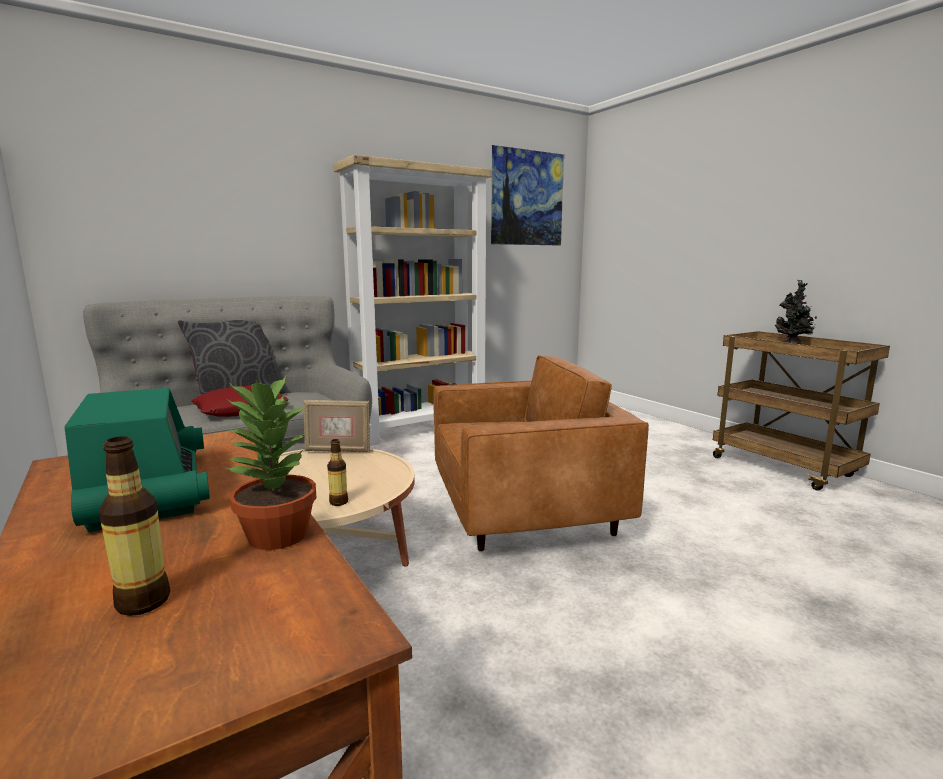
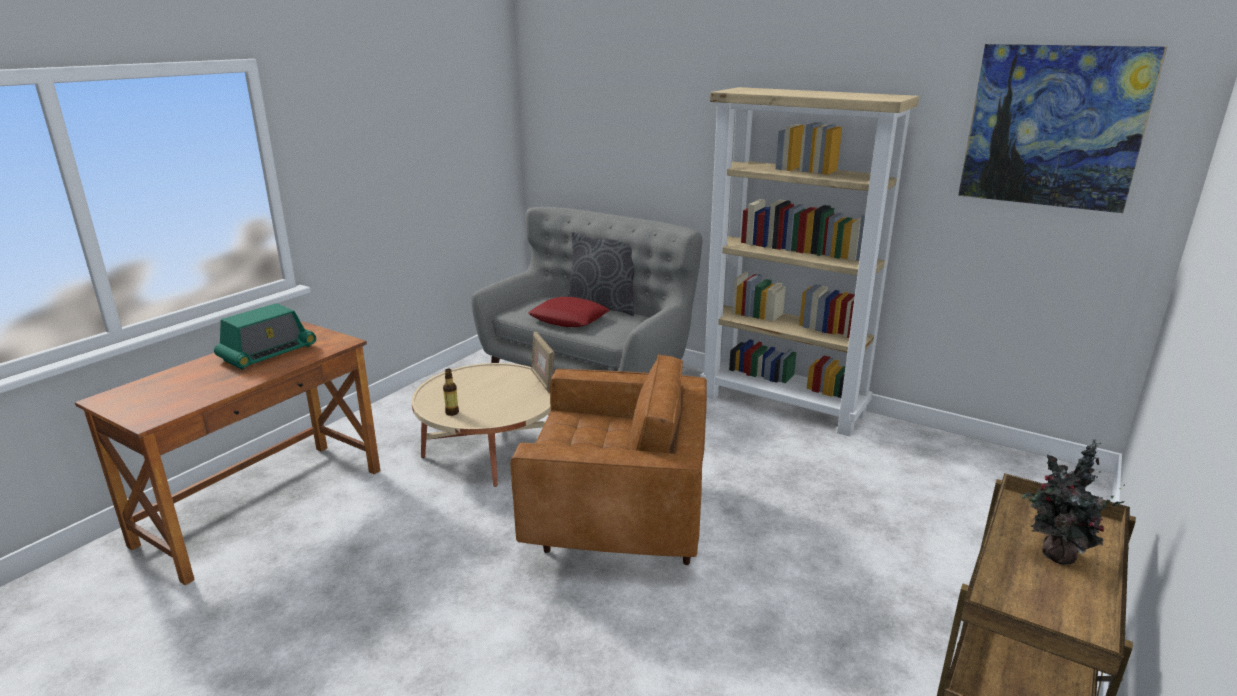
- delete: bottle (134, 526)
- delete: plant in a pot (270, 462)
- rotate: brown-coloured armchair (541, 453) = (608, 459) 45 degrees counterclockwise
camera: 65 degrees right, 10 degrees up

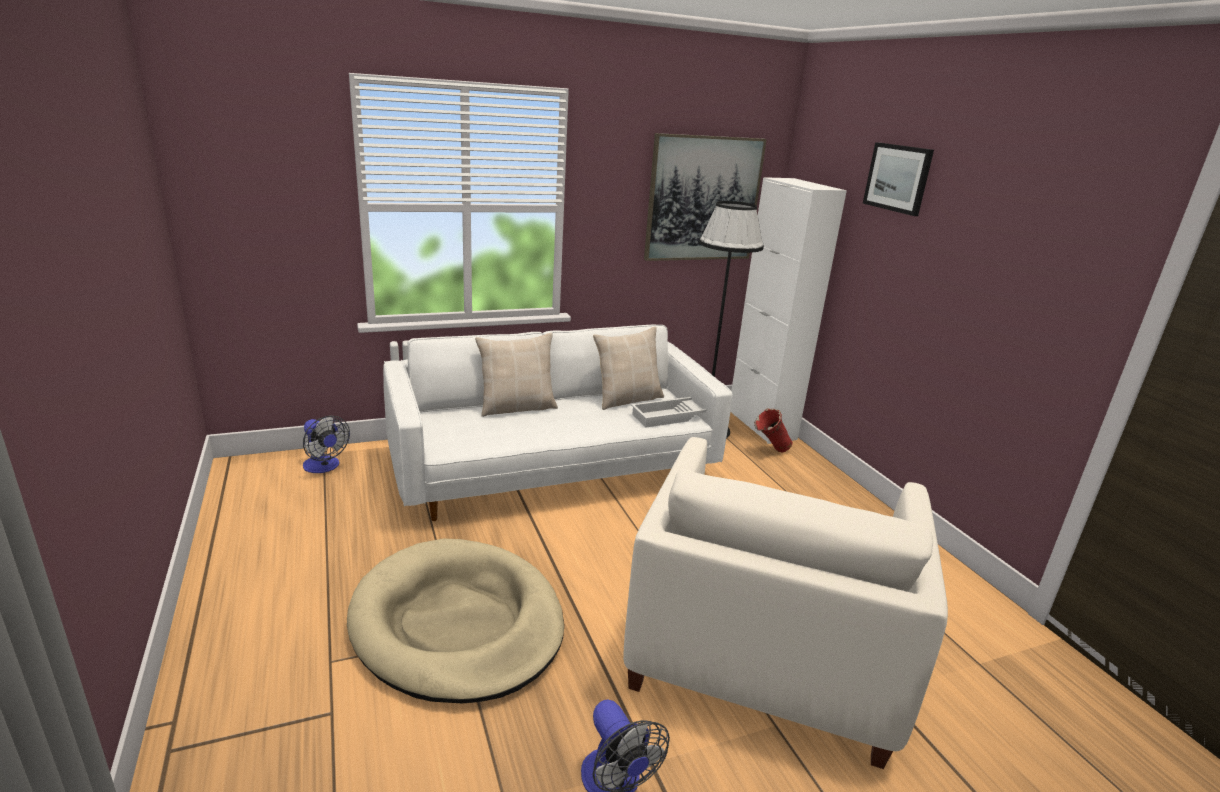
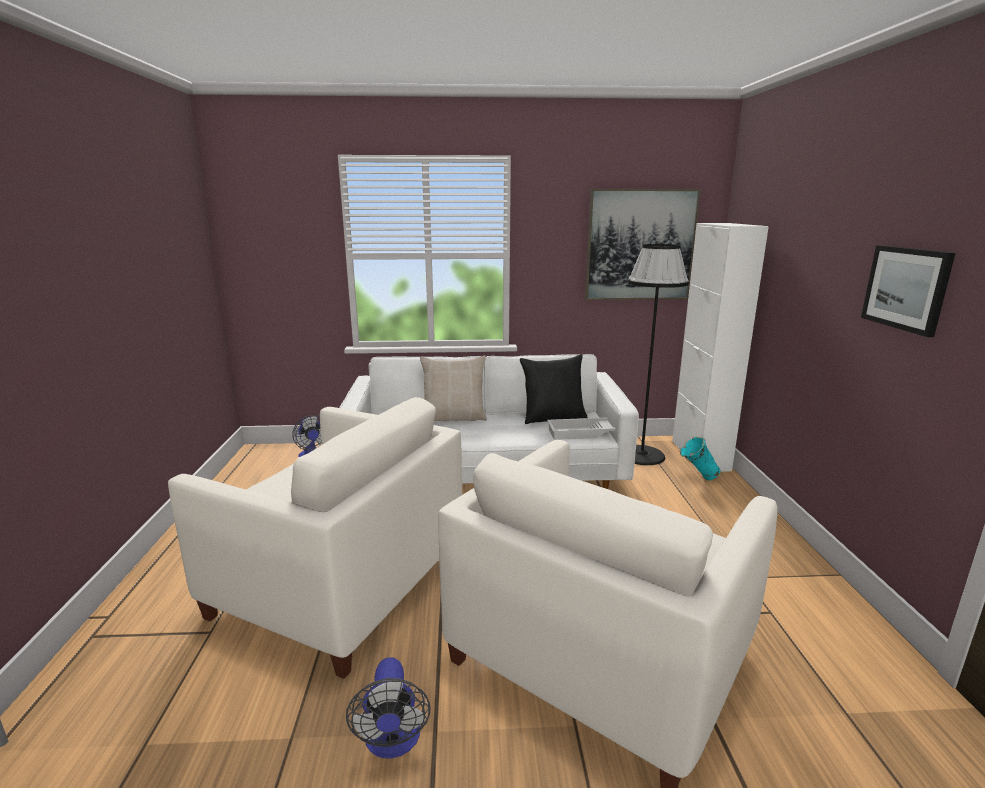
- replace: beige dog cushion (455, 621) to white-coloured armchair (315, 538)
- recolor: beige throw pillow (628, 368) to black-coloured throw pillow (554, 389)
- recolor: red decorative vase (773, 430) to turquoise decorative vase (700, 458)
- move: wall picture (898, 179) to (908, 291)
camera: 20 degrees right, 5 degrees down

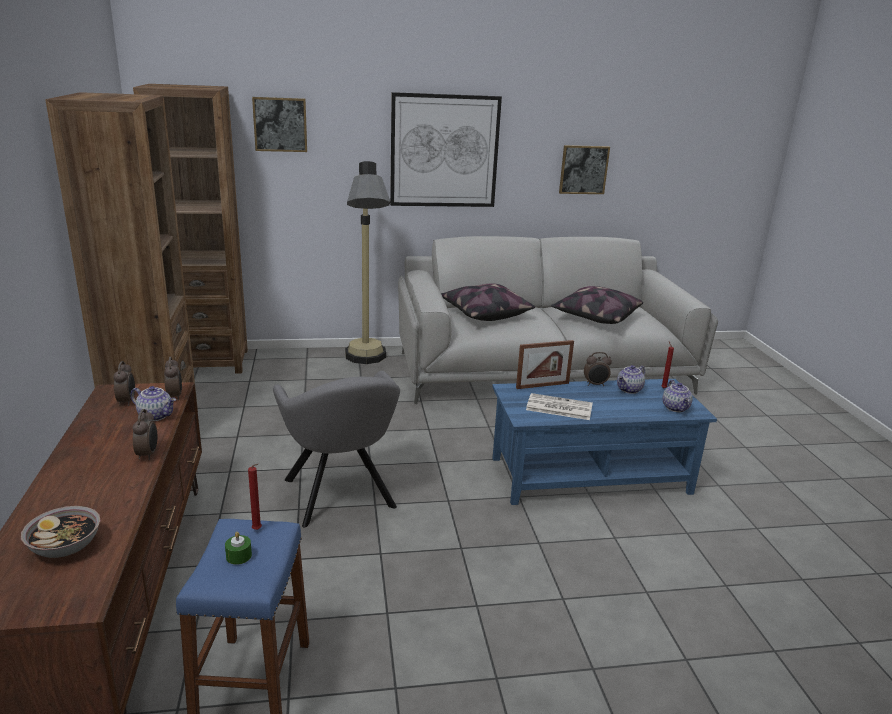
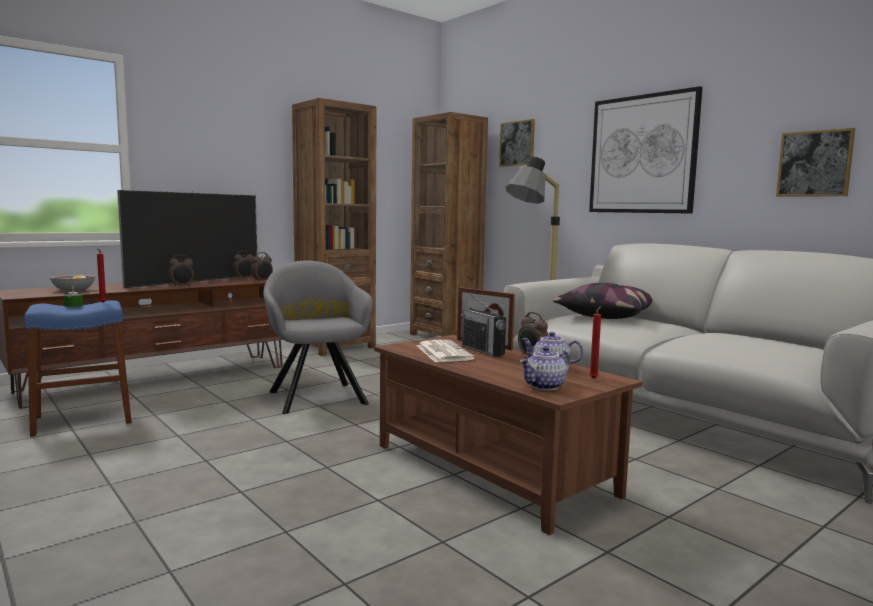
- delete: tea pot (153, 403)
- rotate: grey armchair (336, 449) = (318, 337) 120 degrees clockwise
- recolor: bluish low table (604, 442) to brown-coloured low table (508, 435)
- delete: throw pillow (597, 305)
- insert: TV (187, 239)
- insert: radio (483, 325)
camera: 60 degrees right, 15 degrees down

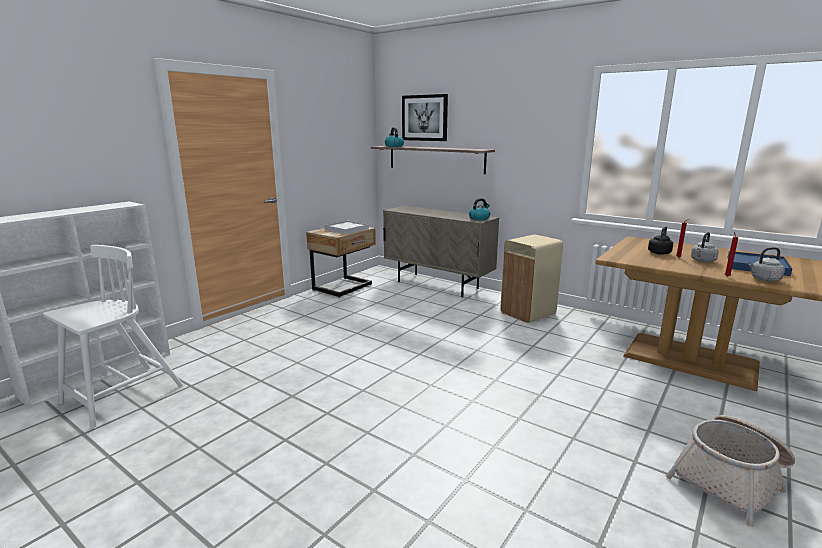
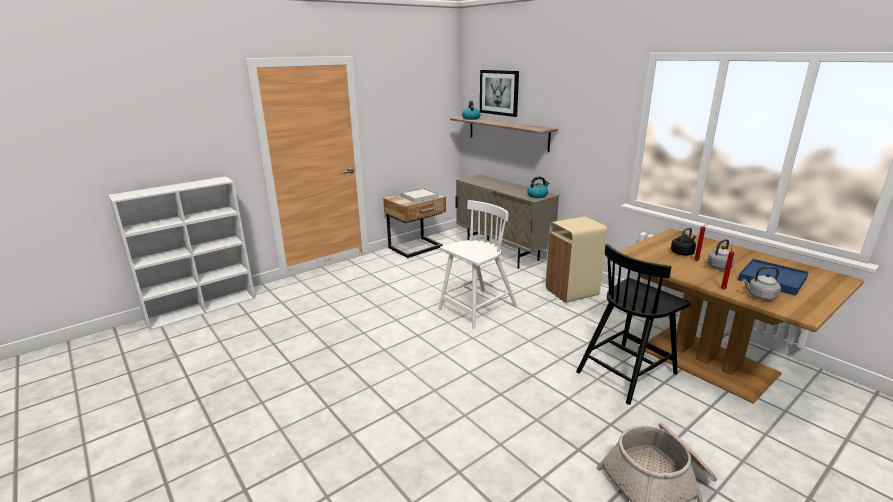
- move: white-coloured chair (113, 336) to (478, 264)
- insert: black-coloured chair (633, 324)
camera: 15 degrees right, 5 degrees up

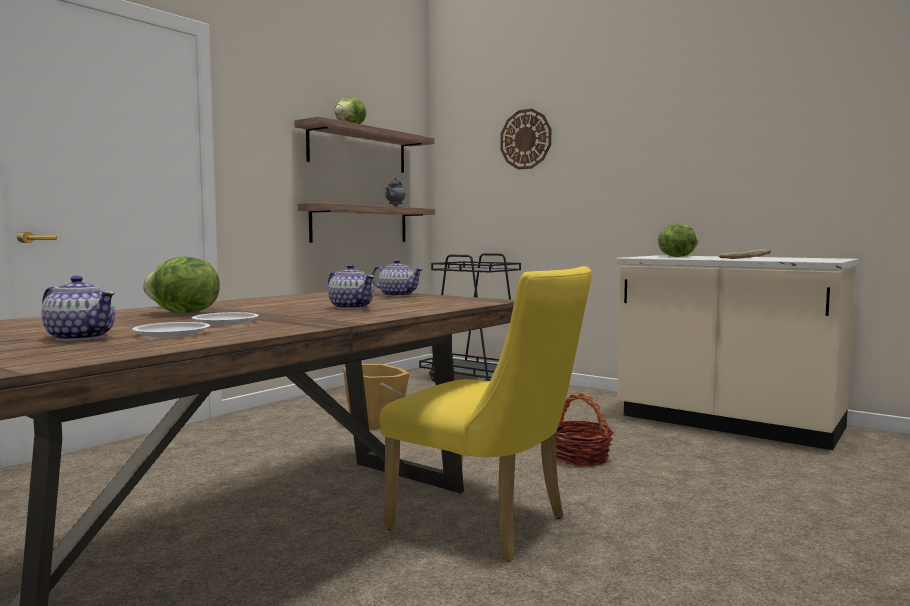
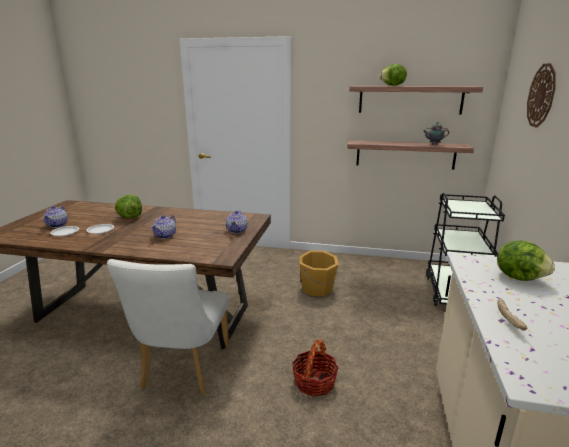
- recolor: yellow-coloured chair (486, 414) to white-coloured chair (168, 327)
camera: 65 degrees right, 15 degrees up

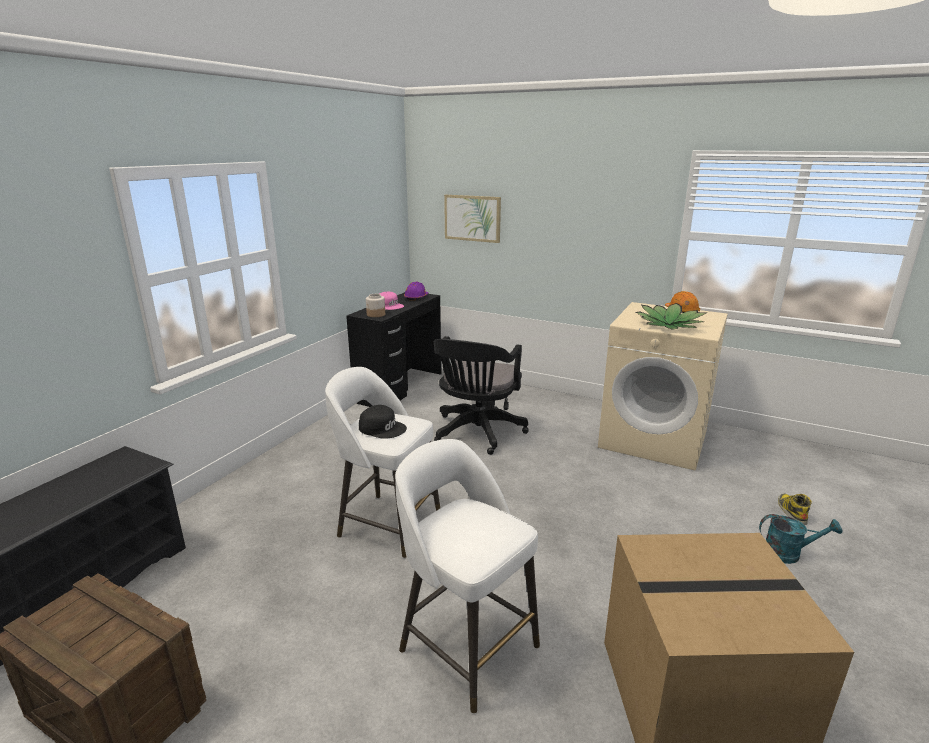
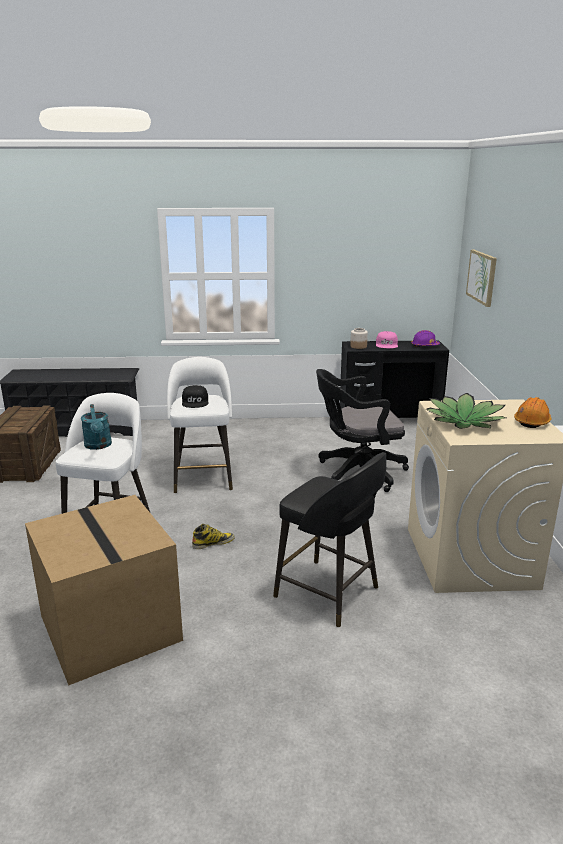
- move: turquoise watering pot (800, 539) to (96, 427)
- move: boot (795, 509) to (213, 536)
- insert: black-coloured sitting stool (329, 539)
camera: 60 degrees right, 0 degrees up

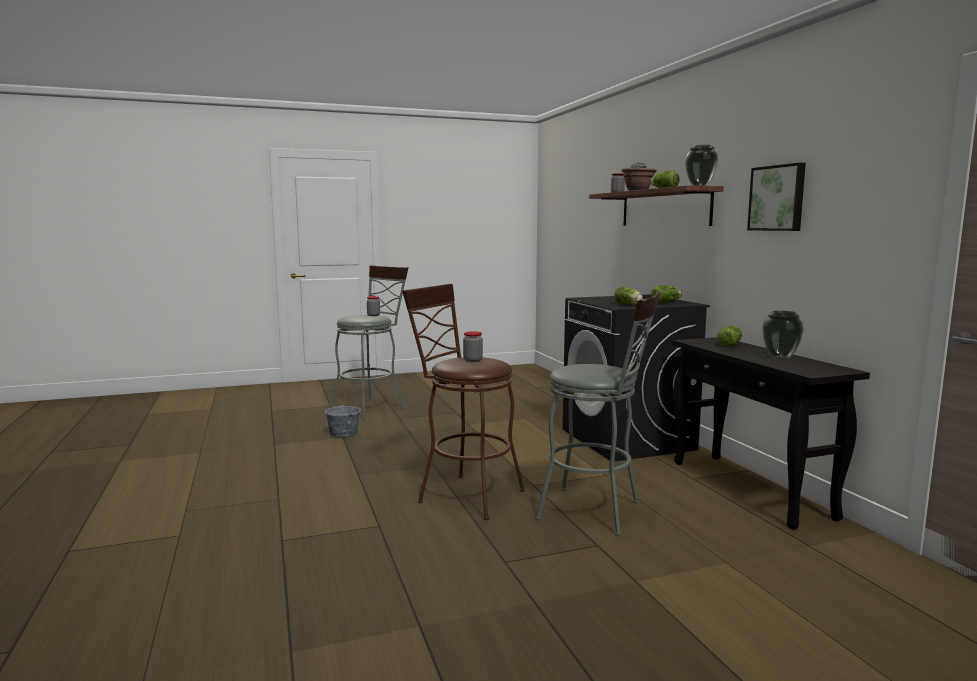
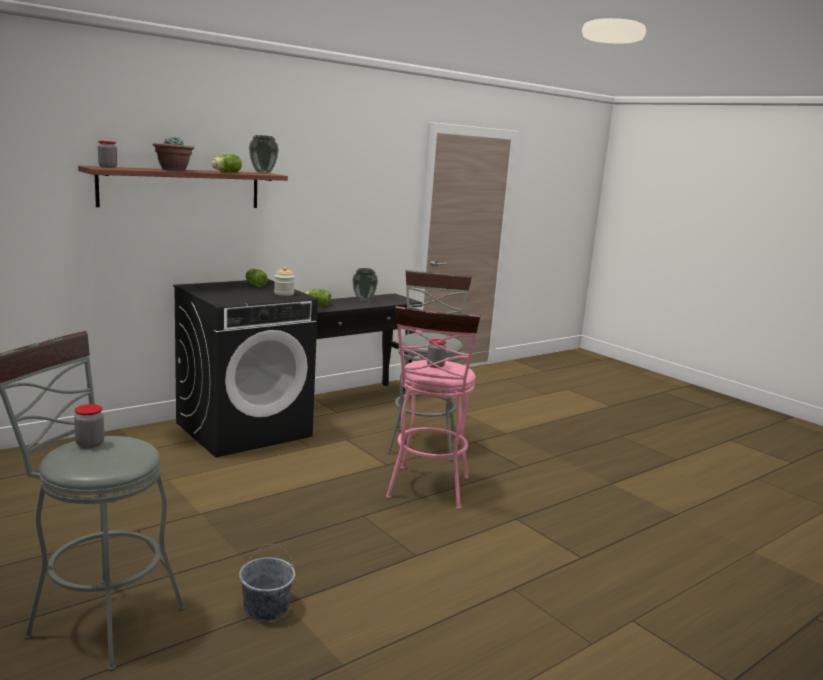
- recolor: brown-coloured sitting stool (463, 402) to pink-coloured sitting stool (433, 407)
- replace: head of lettuce (628, 296) to preserve jar (284, 281)
- delete: wall picture (776, 197)
camera: 110 degrees left, 5 degrees up

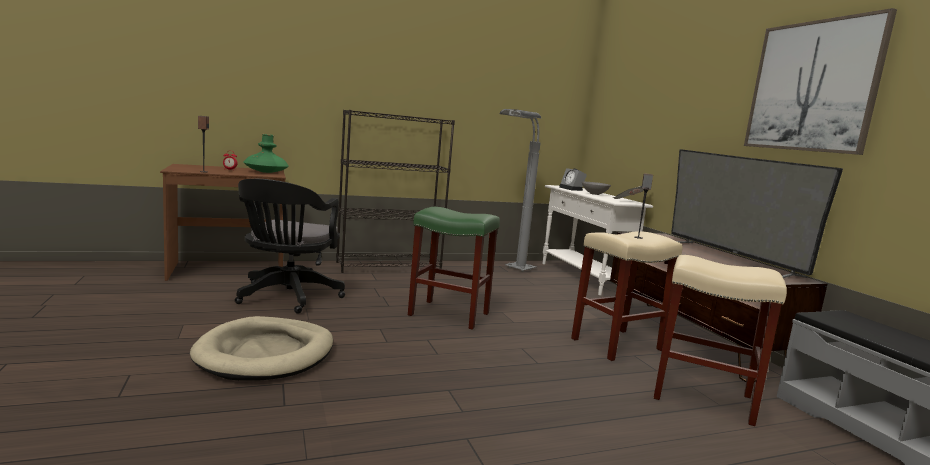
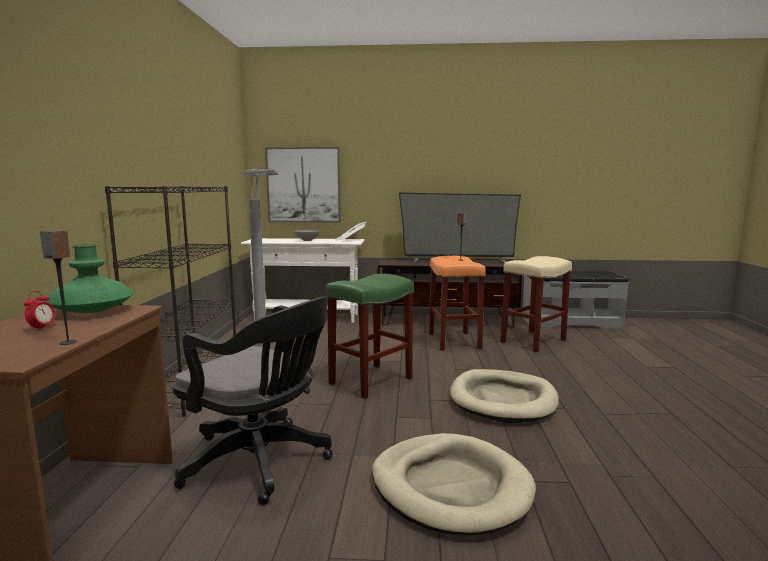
- delete: alarm clock (573, 179)
- recolor: beige sitting stool (626, 296) to orange sitting stool (457, 303)
- move: wall picture (820, 81) to (303, 184)
- insert: beige dog cushion (504, 396)
camera: 65 degrees left, 0 degrees up

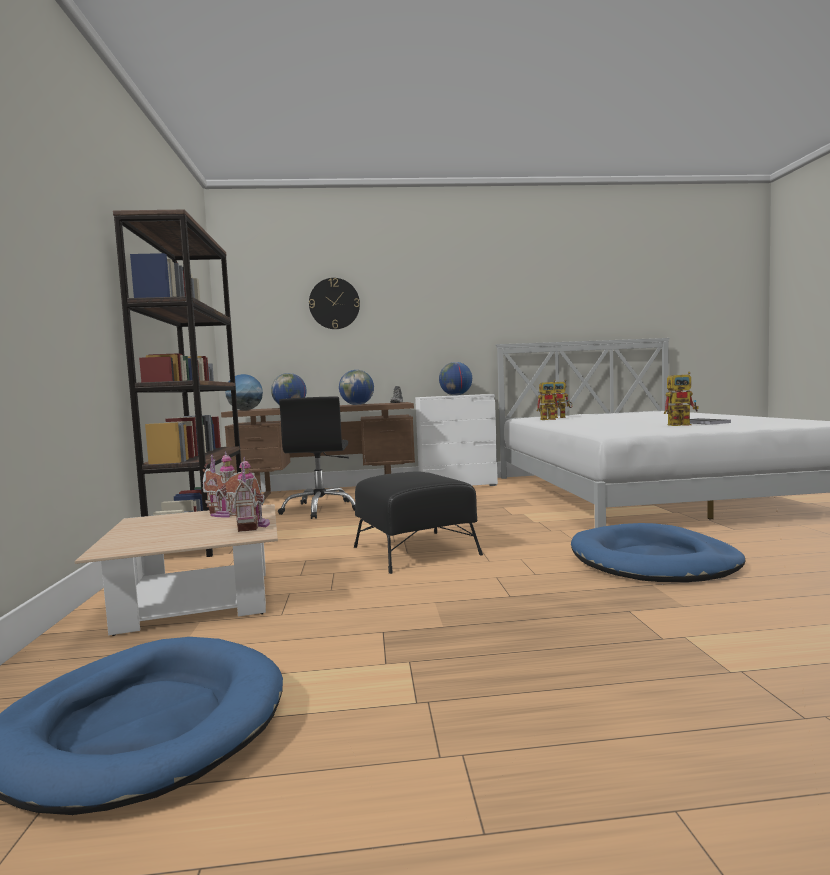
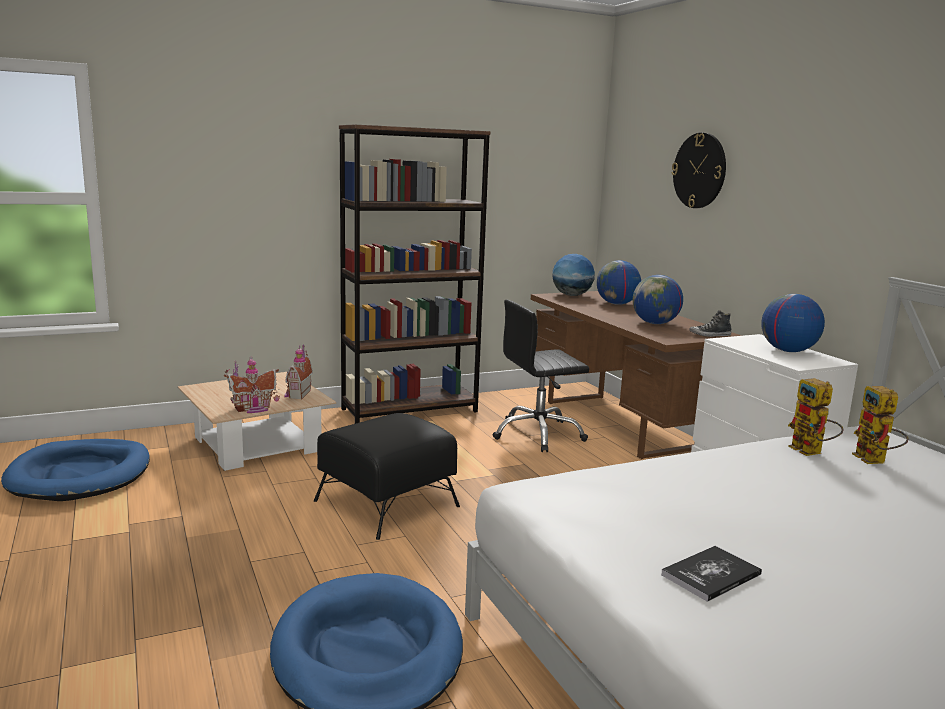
- delete: robot figure (681, 399)
camera: 70 degrees right, 10 degrees up

